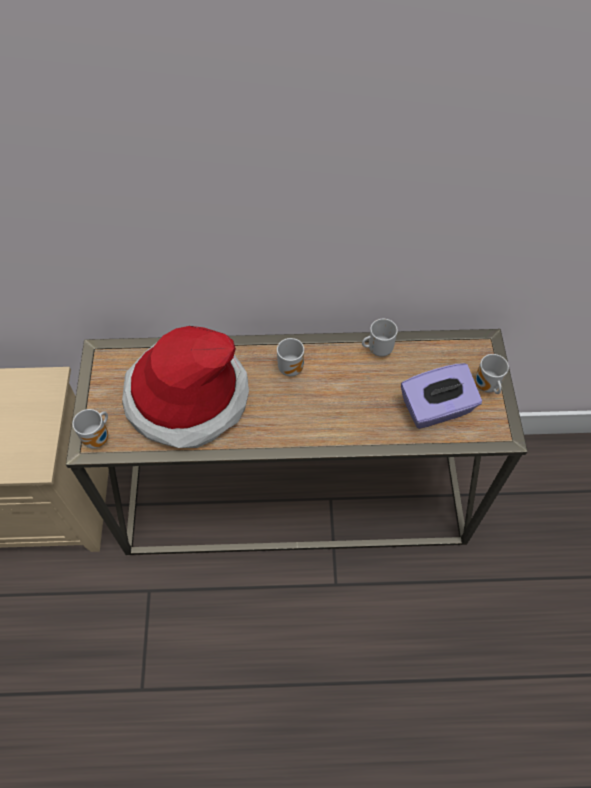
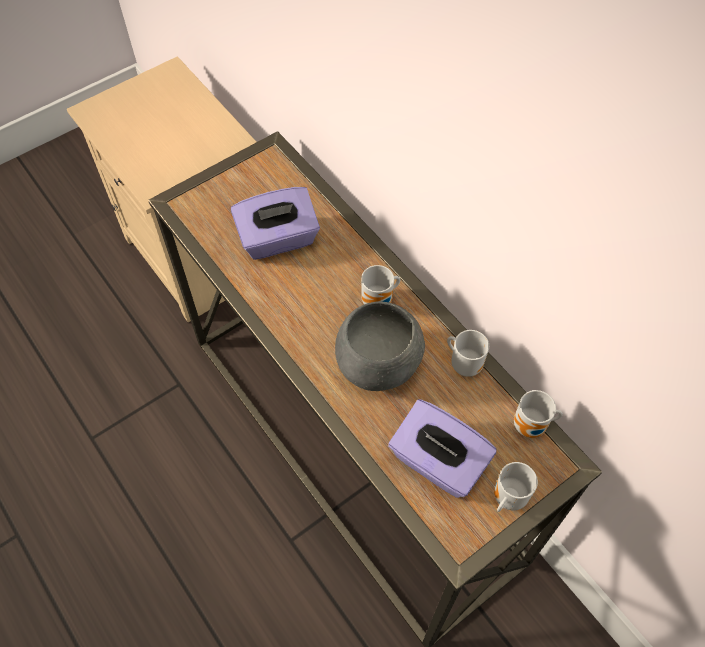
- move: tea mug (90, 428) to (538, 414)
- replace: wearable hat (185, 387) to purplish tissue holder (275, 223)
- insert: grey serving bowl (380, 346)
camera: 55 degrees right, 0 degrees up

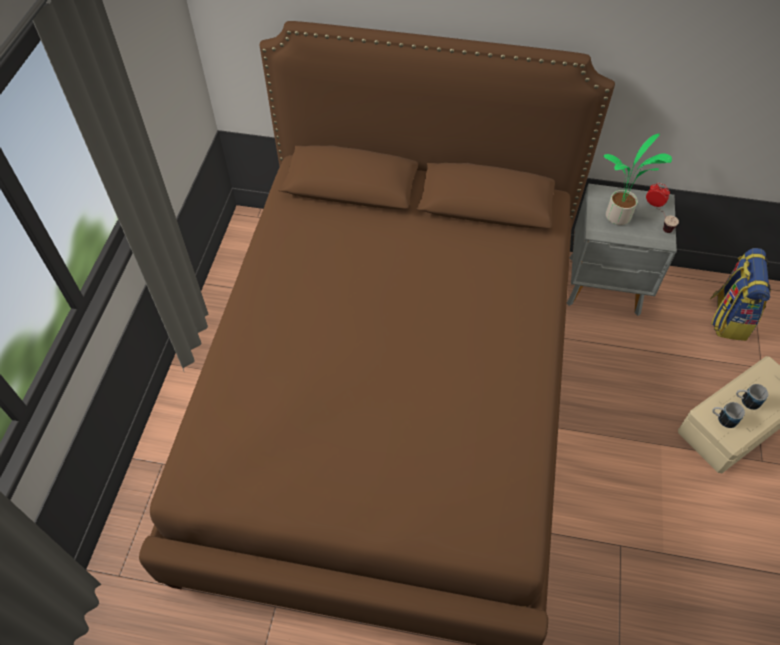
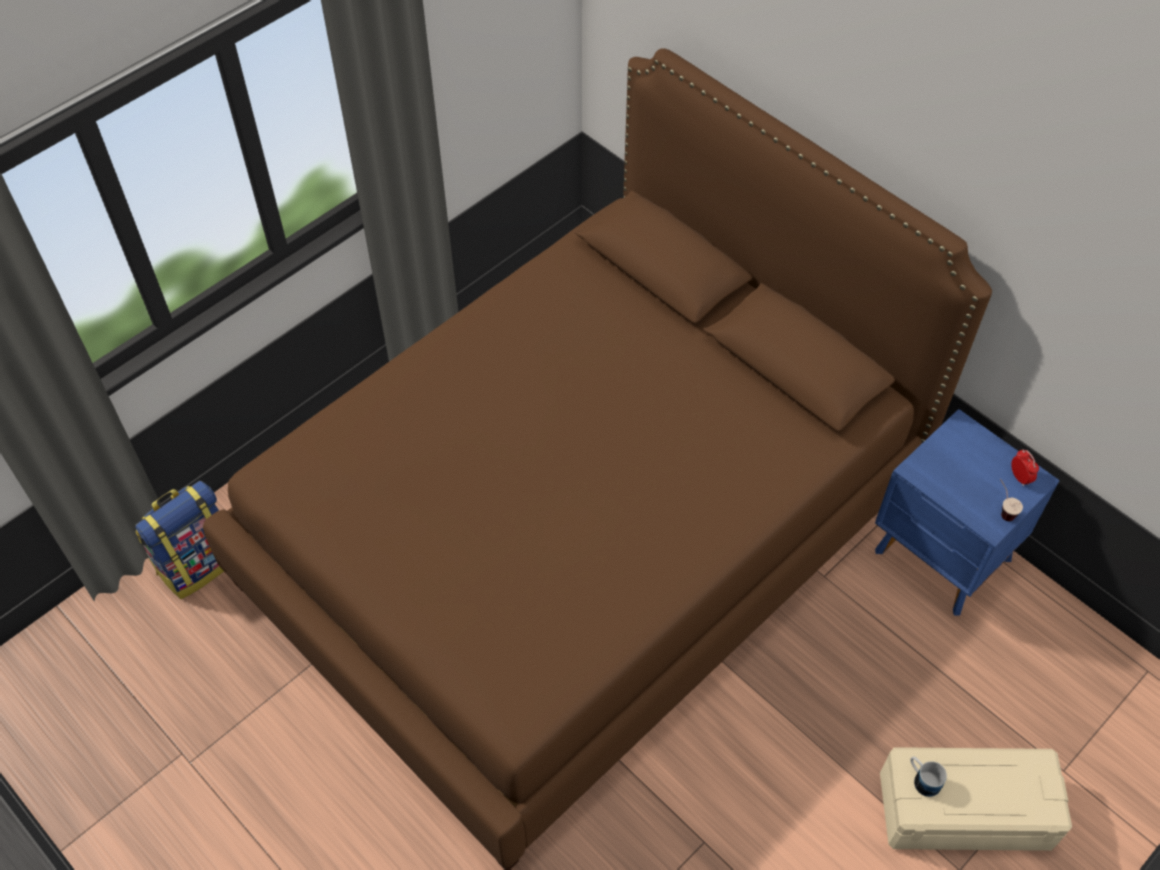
- recolor: grey night table (622, 249) to bluish night table (967, 512)
- delete: plant in a pot (637, 179)
- move: rucksack (740, 294) to (179, 540)
- delete: tea mug (752, 397)
camera: 35 degrees right, 0 degrees up

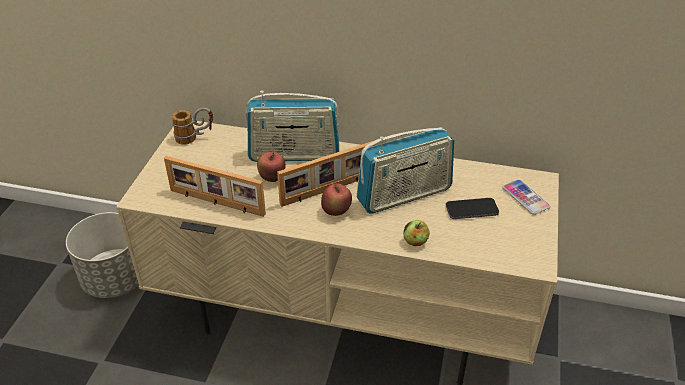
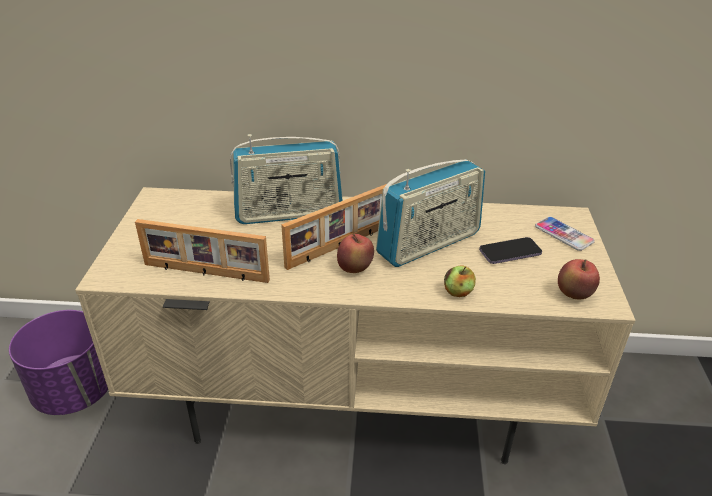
- recolor: grey plant pot (102, 255) to purplish plant pot (58, 362)
- delete: tea mug (193, 126)
- move: apple fruit (271, 167) to (579, 279)
camera: 10 degrees left, 5 degrees down

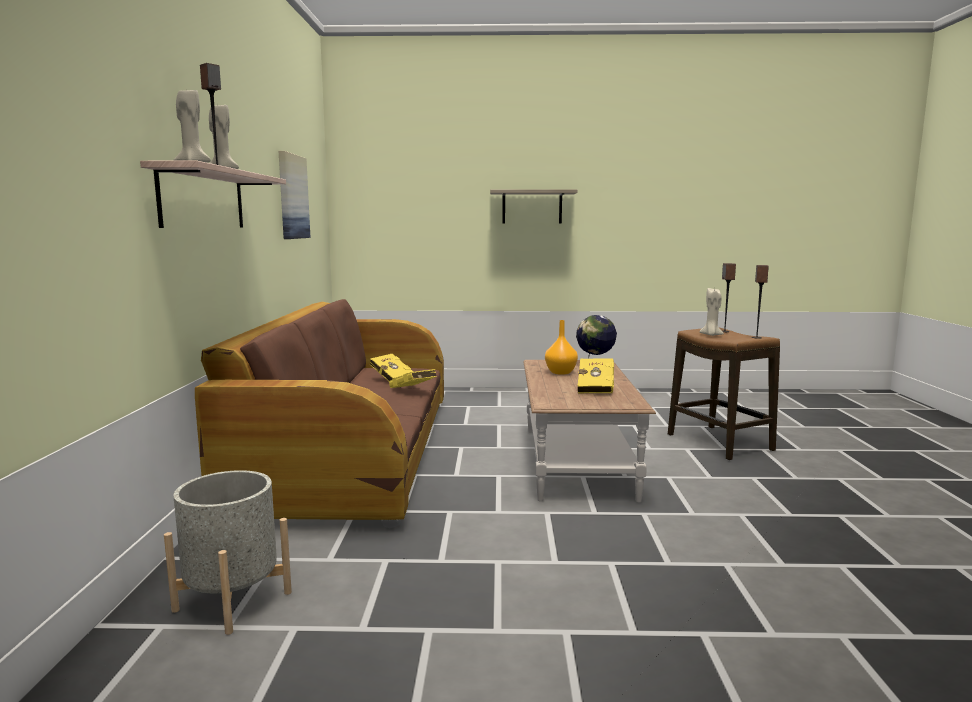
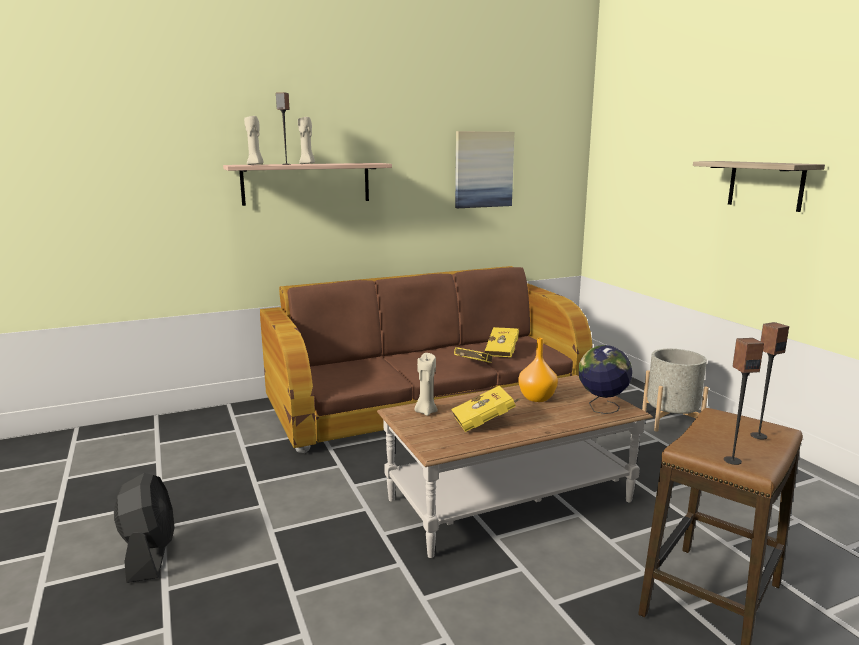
- move: grey plant pot (228, 552) to (675, 390)
- move: beige wax candle (712, 312) to (426, 384)
- insert: black-coloured fan (144, 528)
camera: 65 degrees right, 5 degrees up

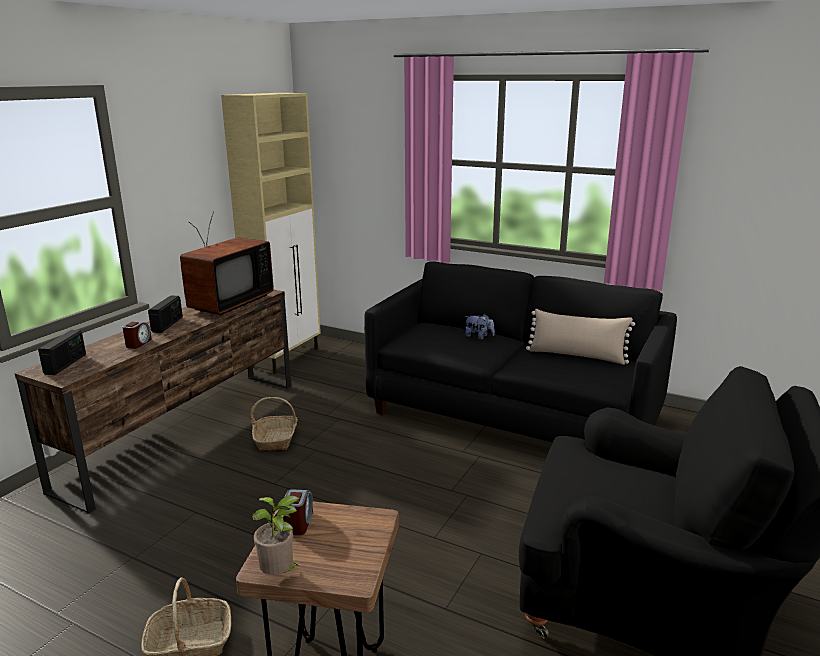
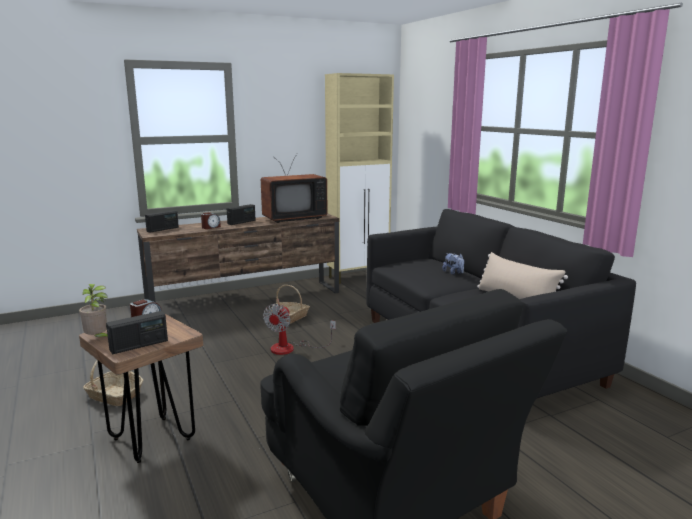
- insert: radio (137, 332)
- insert: fan (299, 329)
camera: 35 degrees right, 5 degrees down

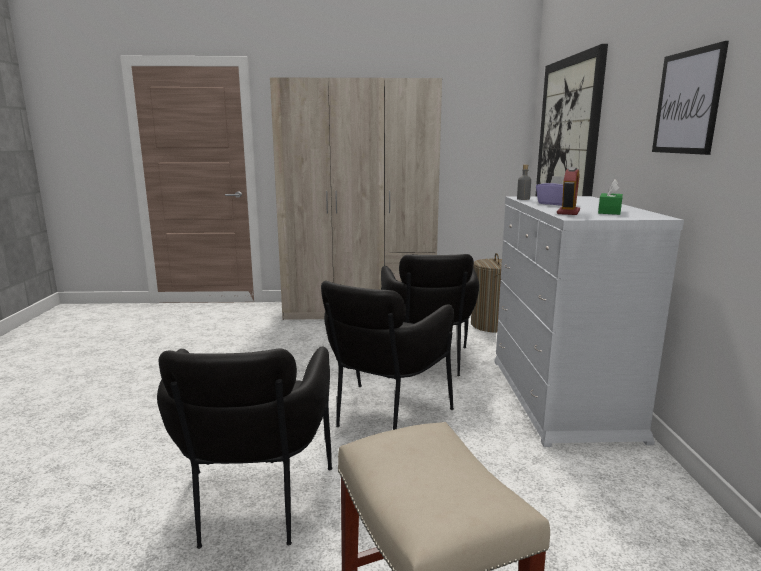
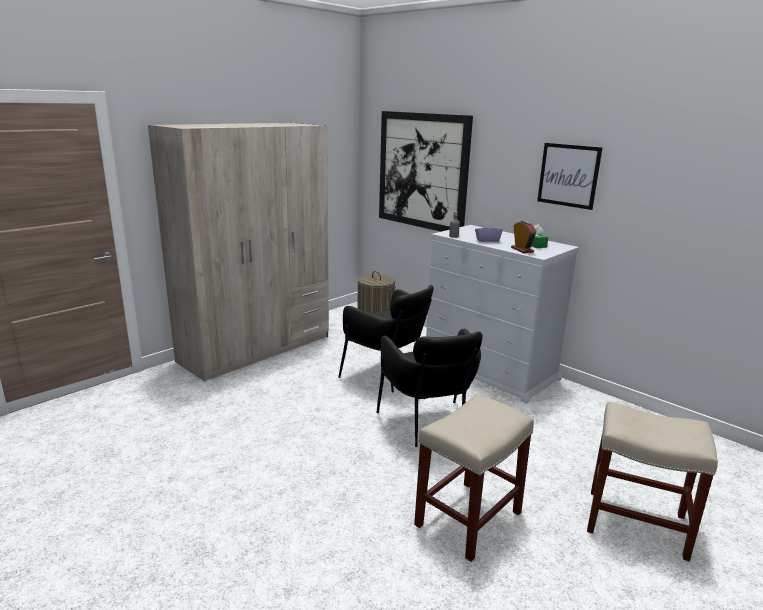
- replace: black-coloured armchair (244, 448) to beige sitting stool (474, 478)
camera: 45 degrees left, 5 degrees up

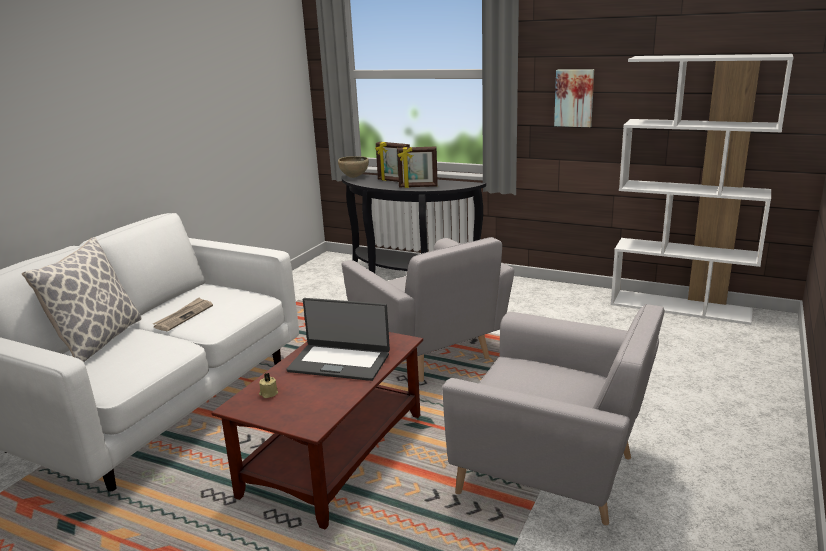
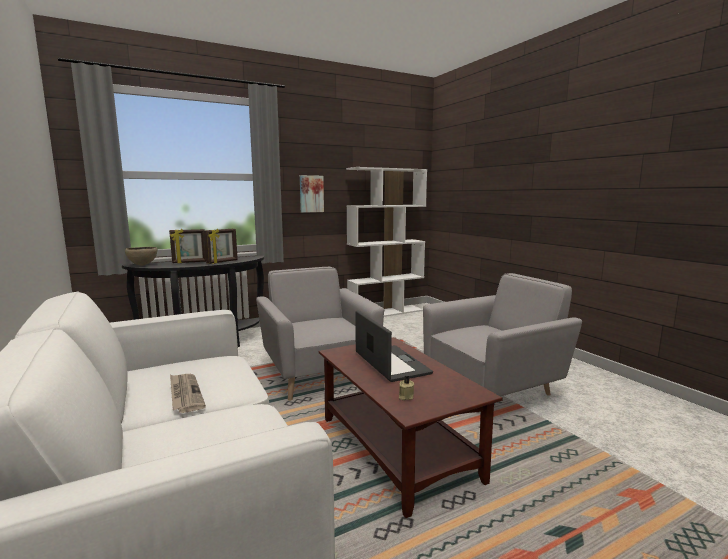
- delete: throw pillow (82, 299)
- rotate: notebook computer (338, 339) = (394, 346) 75 degrees counterclockwise
- rotate: grey armchair (428, 309) = (320, 334) 120 degrees counterclockwise
camera: 55 degrees left, 10 degrees down

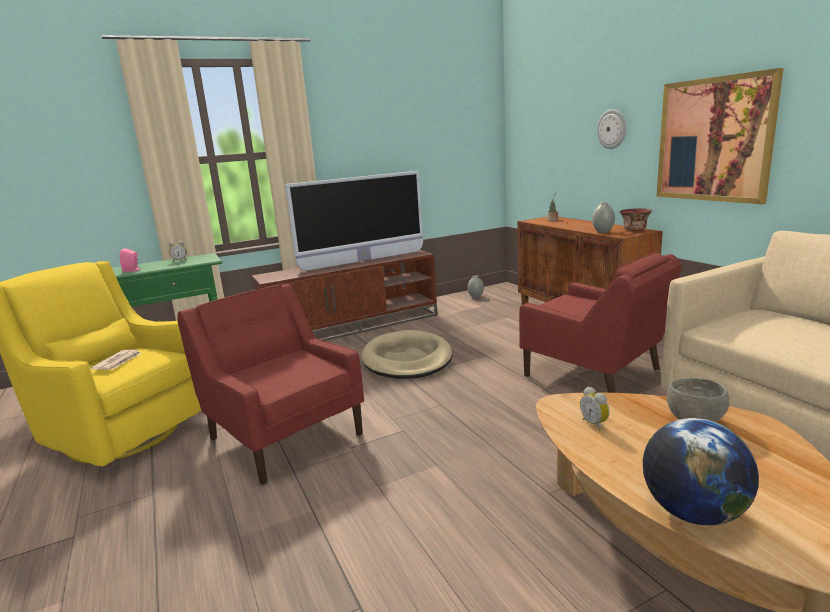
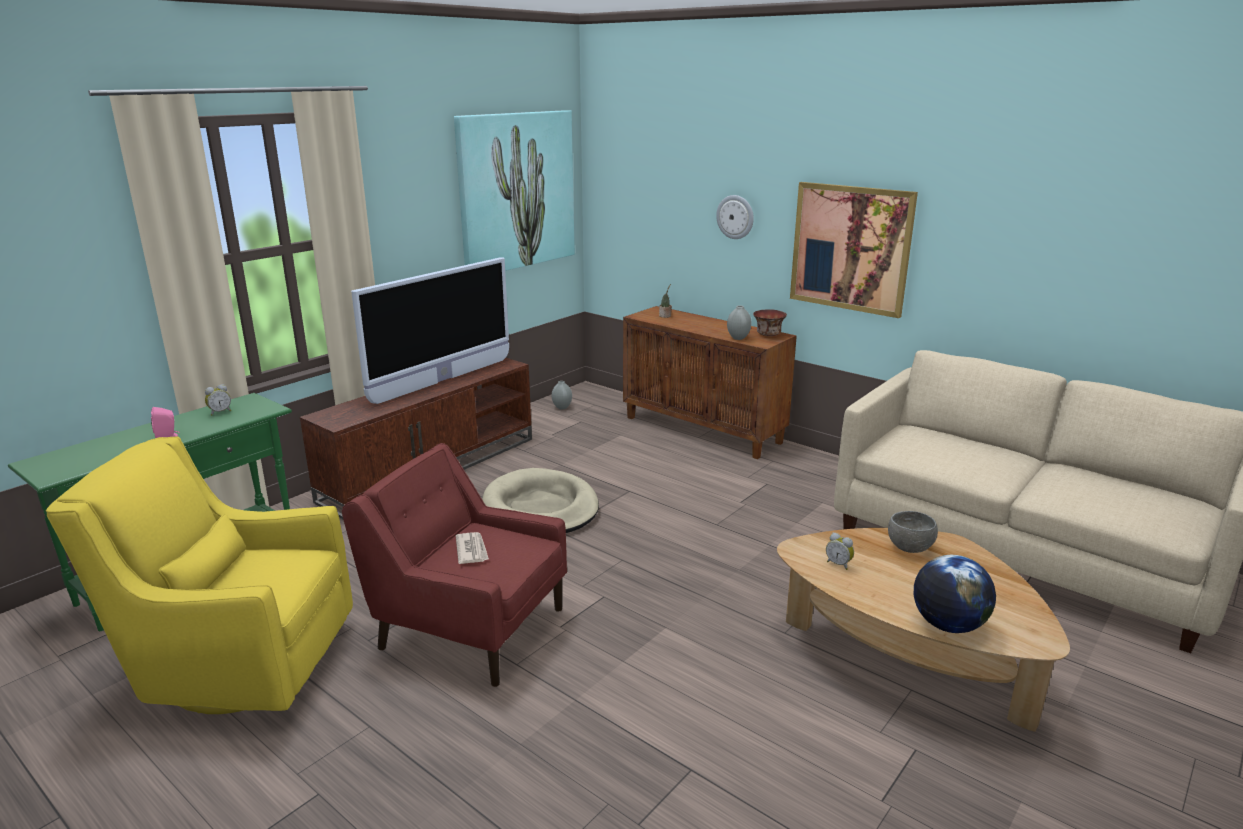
- move: newspaper (116, 360) to (472, 548)
- delete: red armchair (600, 323)
- insert: wall picture (514, 190)
camera: 25 degrees left, 5 degrees up

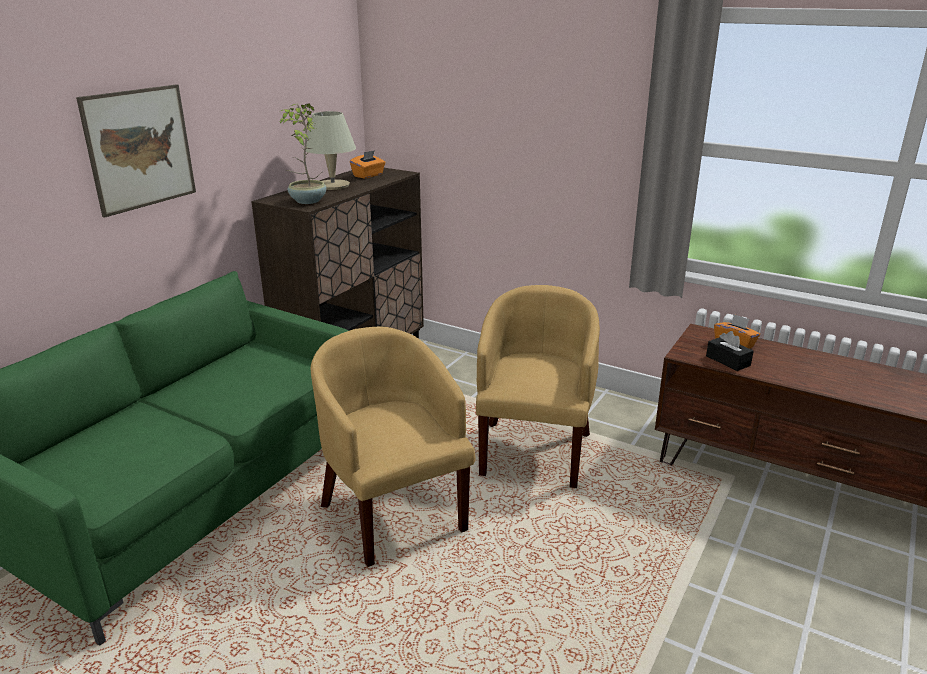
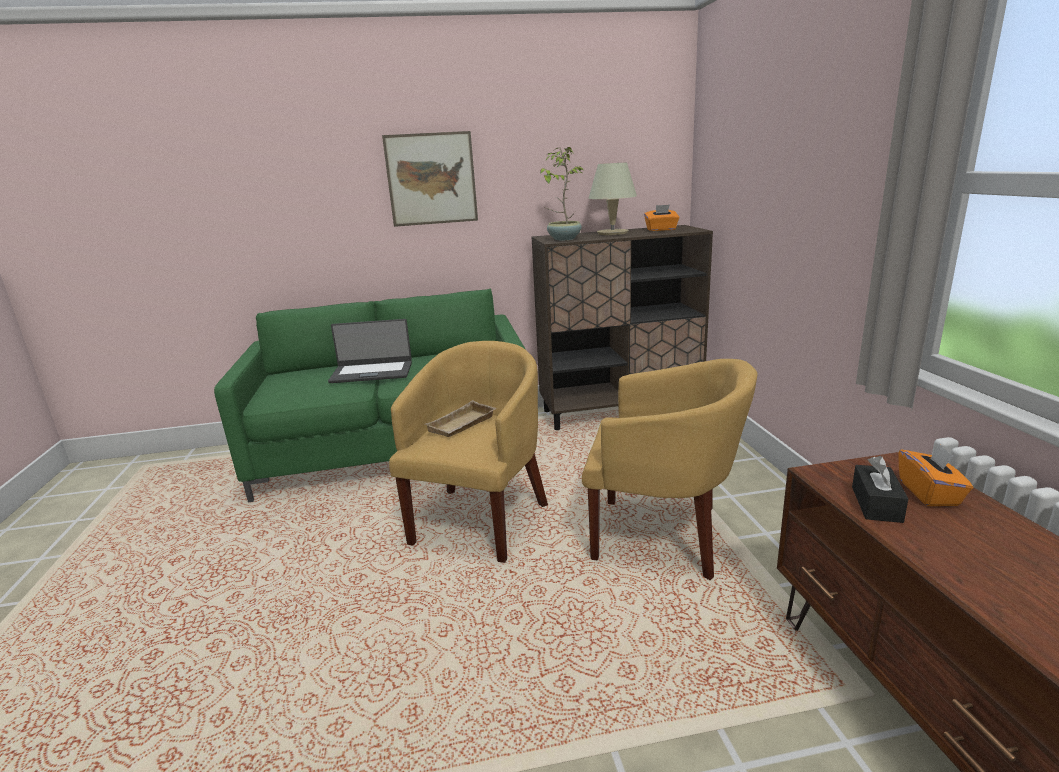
- rotate: yellow-coloured armchair (538, 386) = (669, 469) 45 degrees clockwise
- insert: notebook computer (370, 351)
- insert: beige tray (460, 418)
camera: 50 degrees right, 5 degrees down

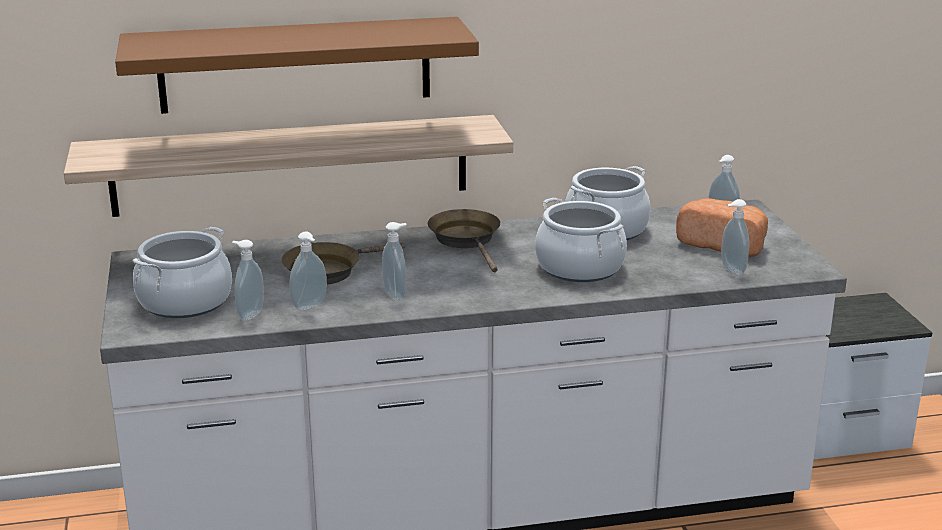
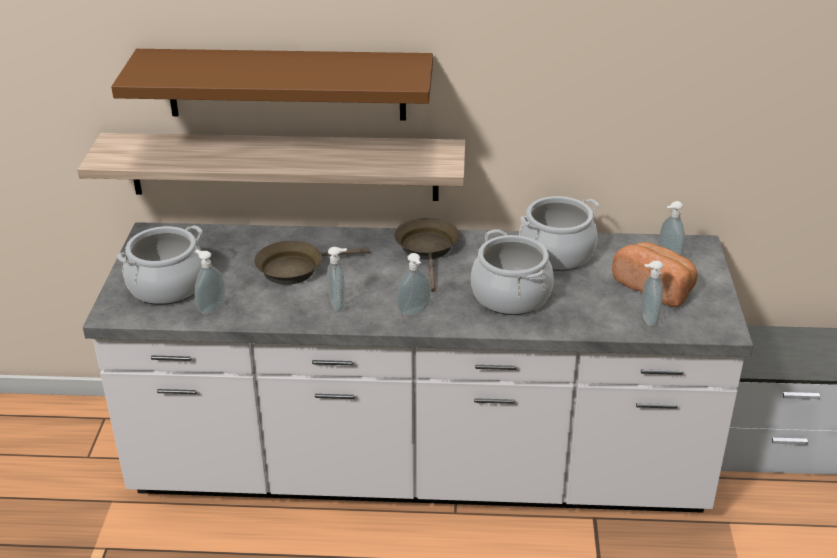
- move: soap bottle (308, 271) to (414, 284)
camera: 15 degrees right, 10 degrees up

